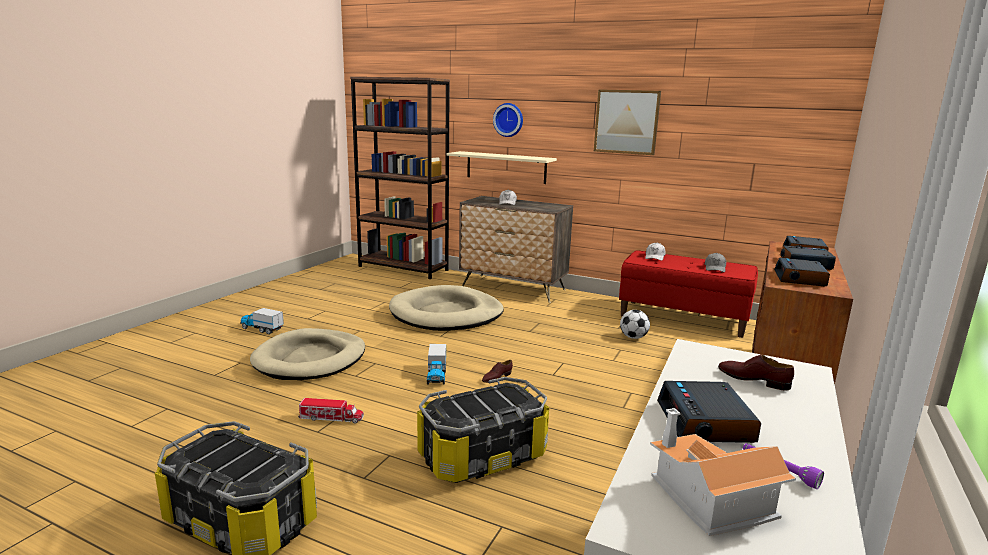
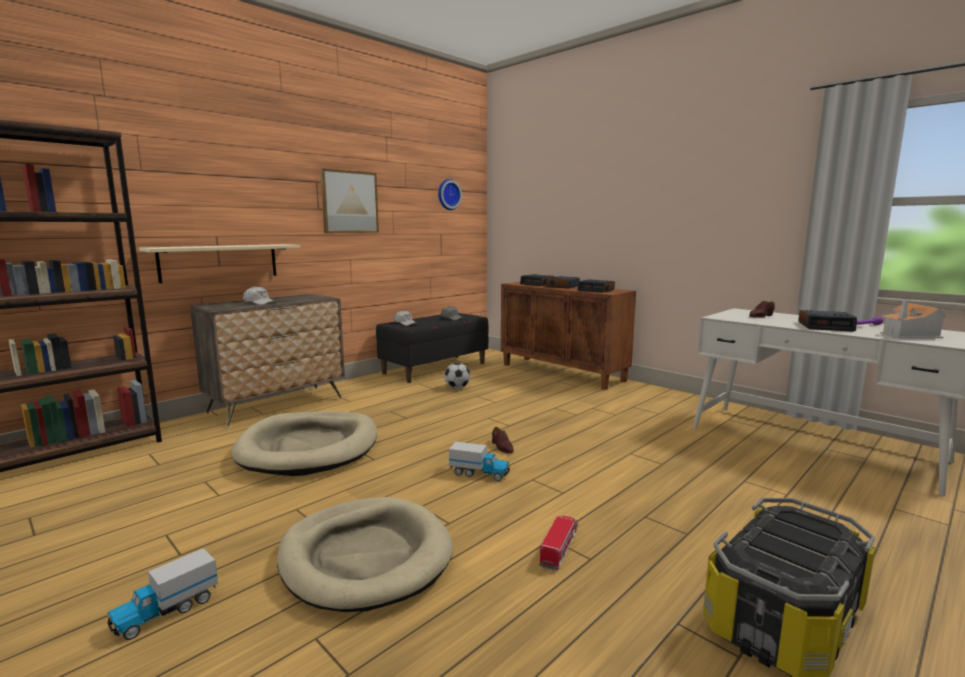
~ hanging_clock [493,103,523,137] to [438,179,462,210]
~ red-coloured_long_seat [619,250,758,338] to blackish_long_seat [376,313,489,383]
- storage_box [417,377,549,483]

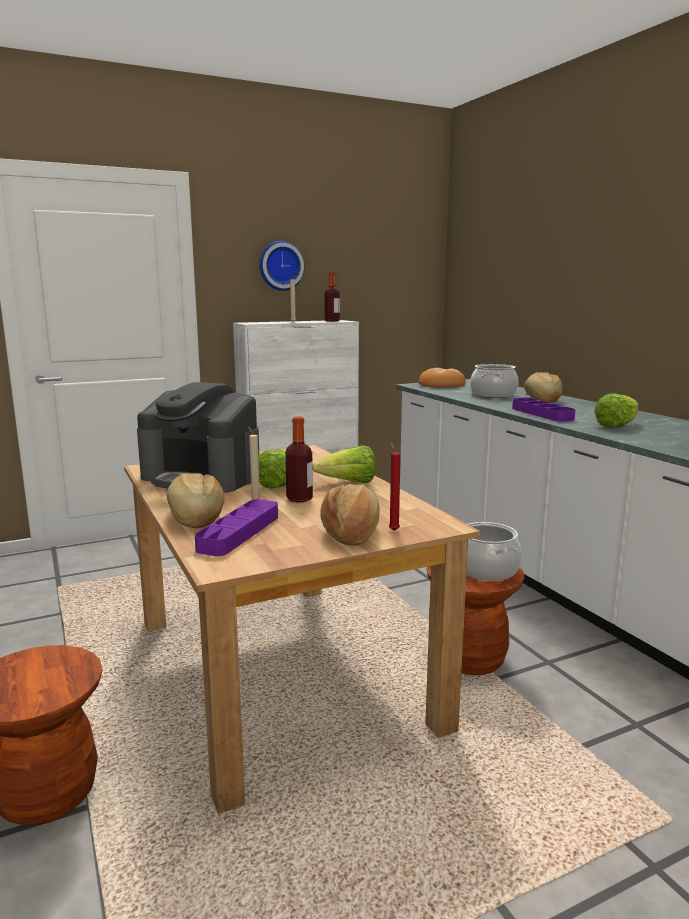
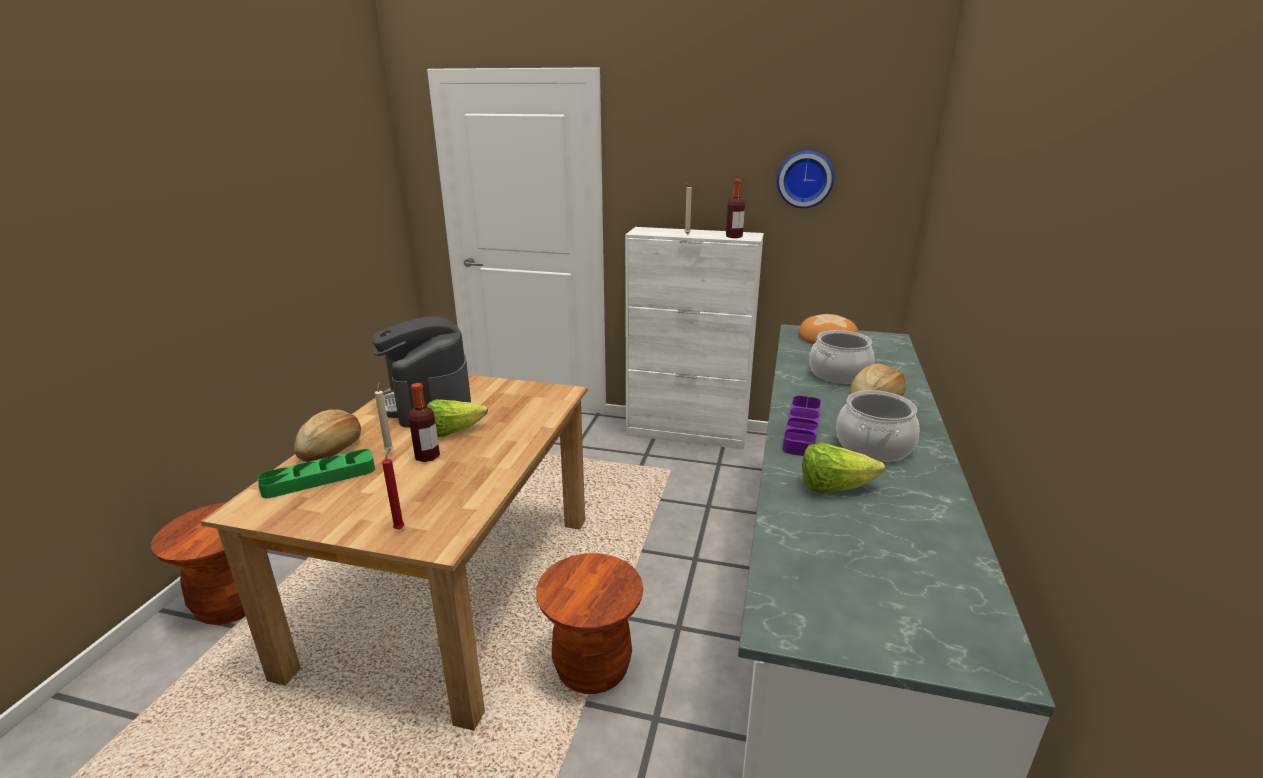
~ hanging_clock [259,241,305,291] to [777,151,834,208]
- head_of_lettuce [313,445,376,483]
- baked_bread [320,484,380,546]
~ purplish_carrying_tray [195,499,278,556] to green_carrying_tray [258,449,375,498]
~ cooking_pot [466,522,522,581] to [836,390,920,462]

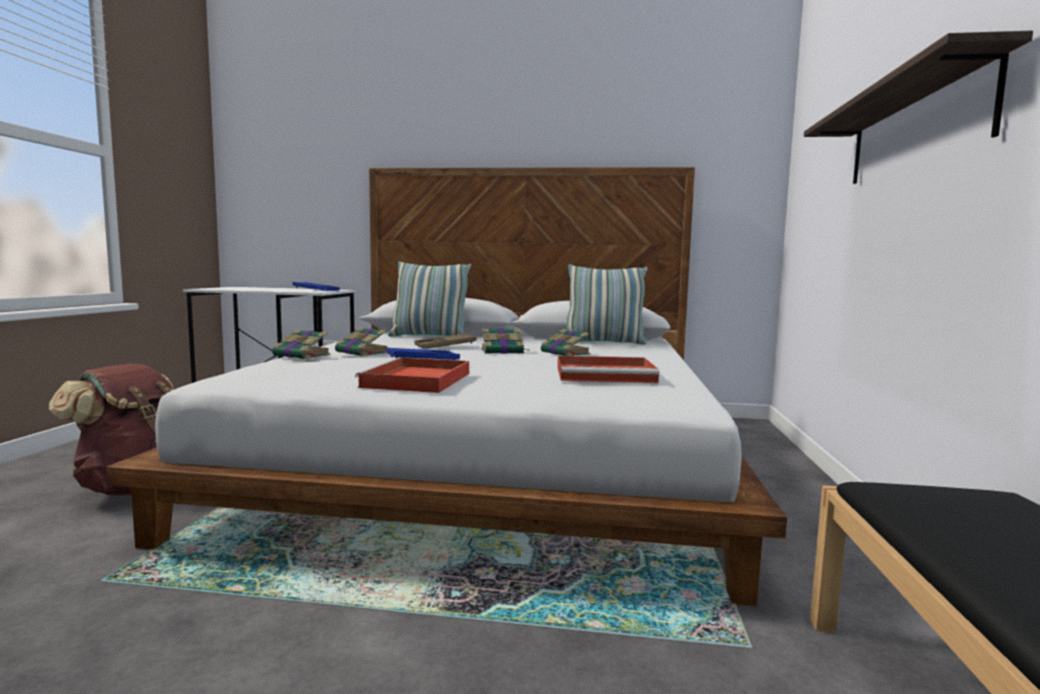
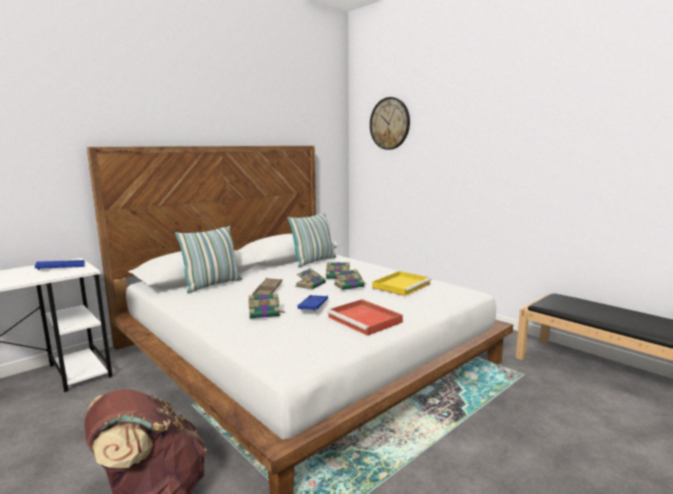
- shelf [804,31,1033,184]
~ book [272,329,330,359] to [334,269,365,290]
~ red-coloured_carrying_tray [557,355,660,383] to yellow-coloured_carrying_tray [372,271,432,296]
+ hanging_clock [370,97,410,150]

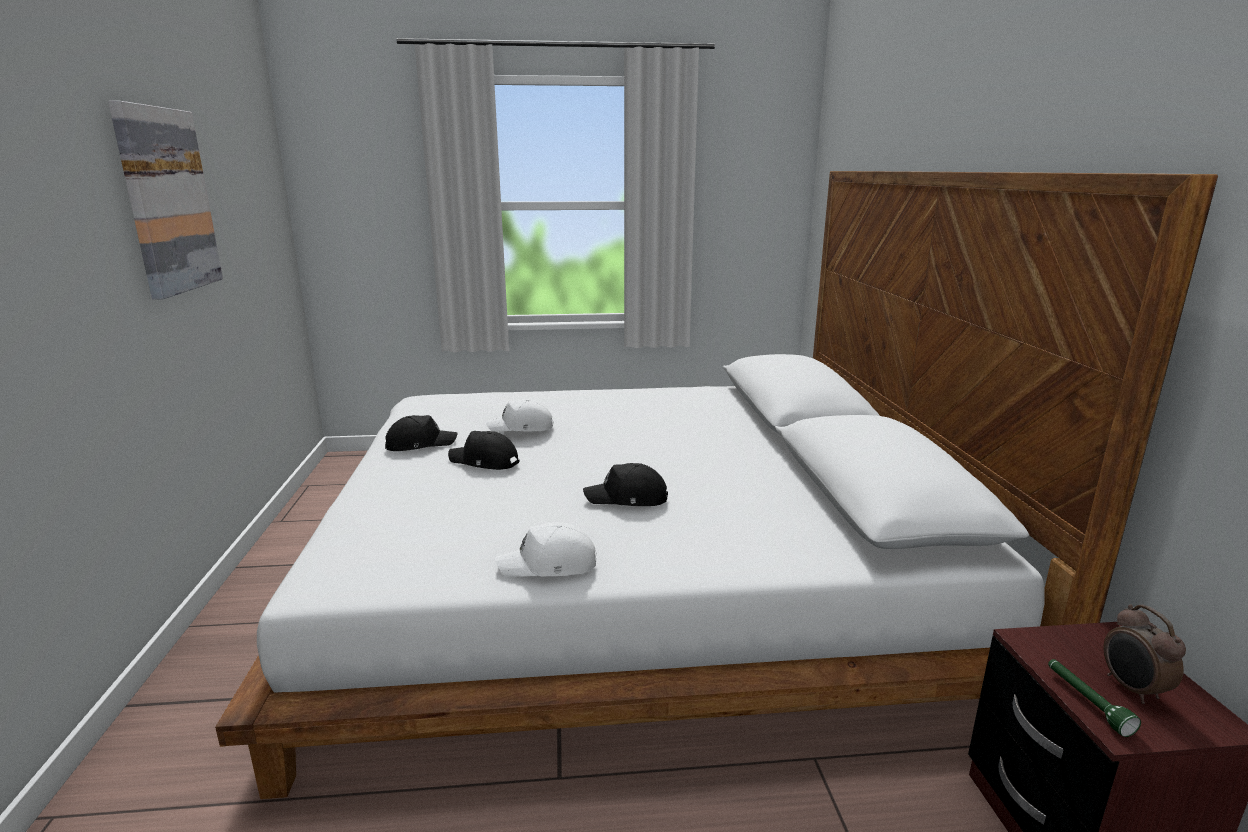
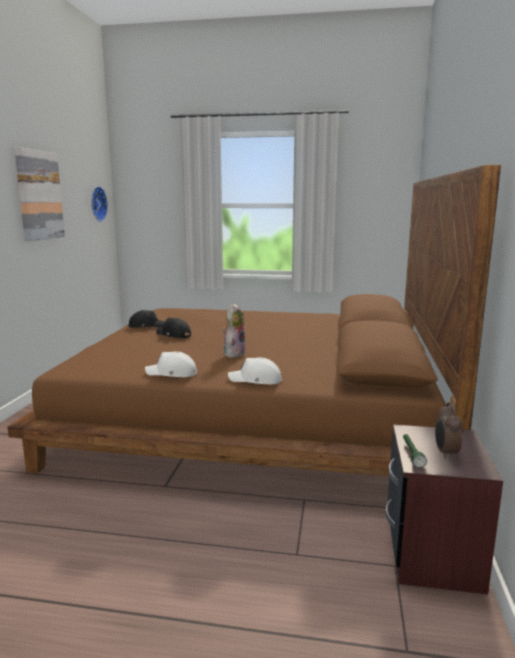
~ white_bed [215,171,1218,799] to brown-coloured_bed [7,165,501,476]
~ white_peaked_cap [486,399,554,432] to [228,357,282,384]
~ blackish_peaked_cap [583,463,668,506] to cuddly_toy [223,303,246,358]
+ hanging_clock [91,186,108,222]

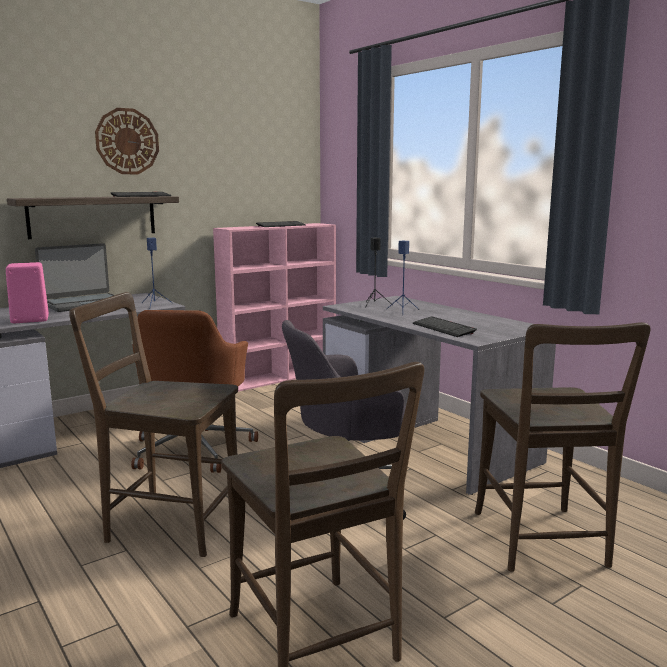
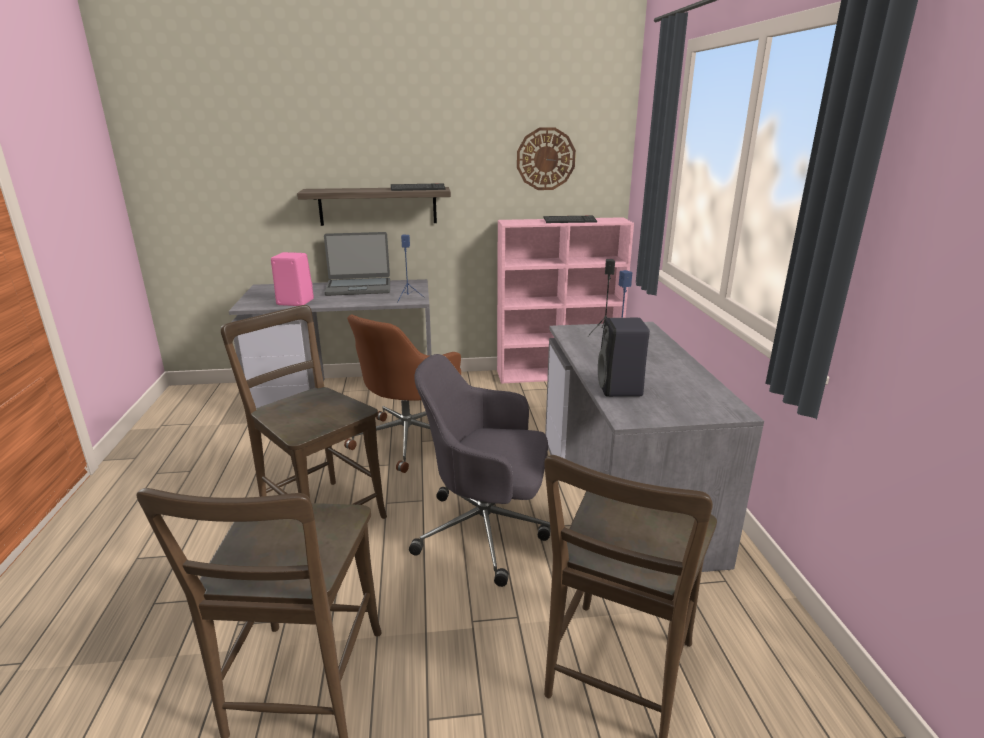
~ hanging_clock [95,108,159,174] to [517,127,576,190]
~ PC_keyboard [413,316,477,337] to blackish_audio_speaker [598,318,650,397]

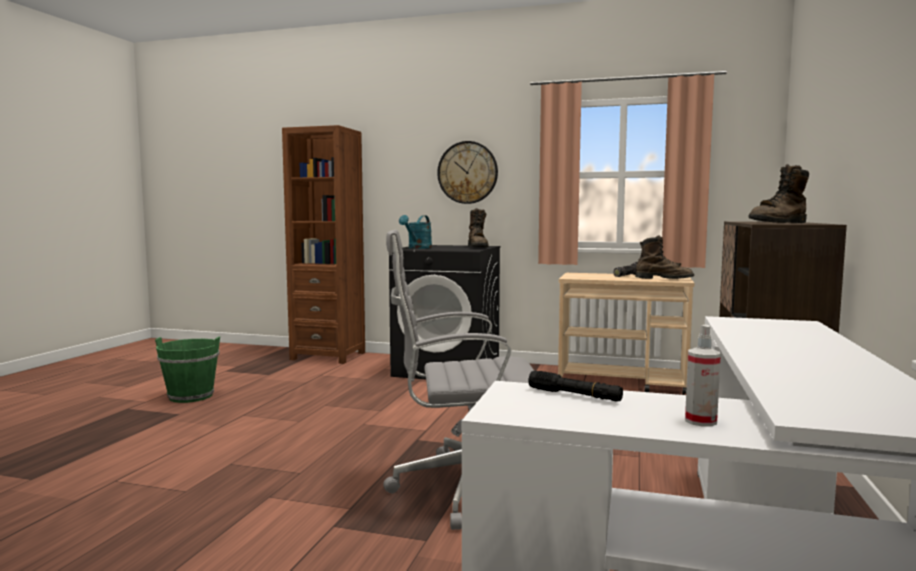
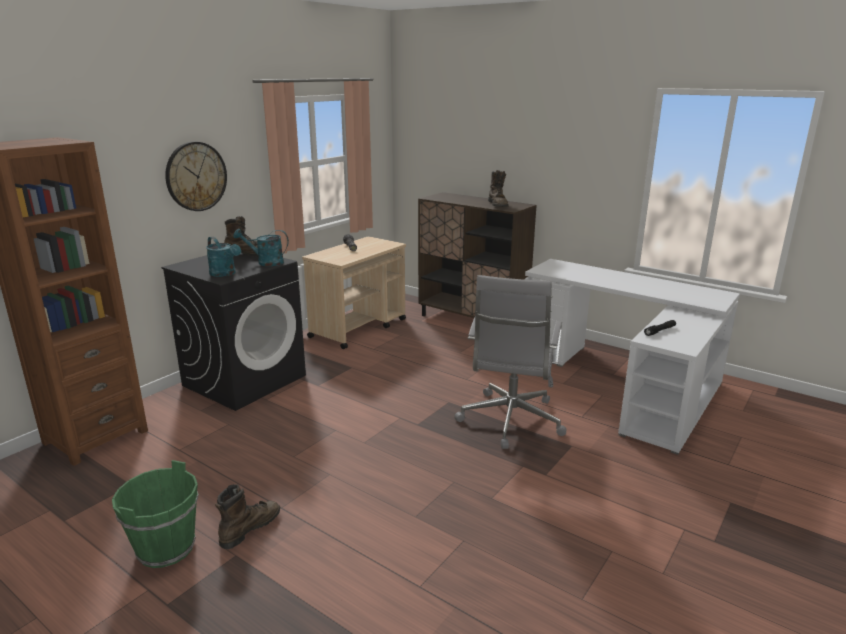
~ brown-coloured_high-top_boot [635,235,694,279] to [215,484,280,549]
- spray_bottle [685,325,721,426]
+ blue-green_watering_can [233,229,289,266]

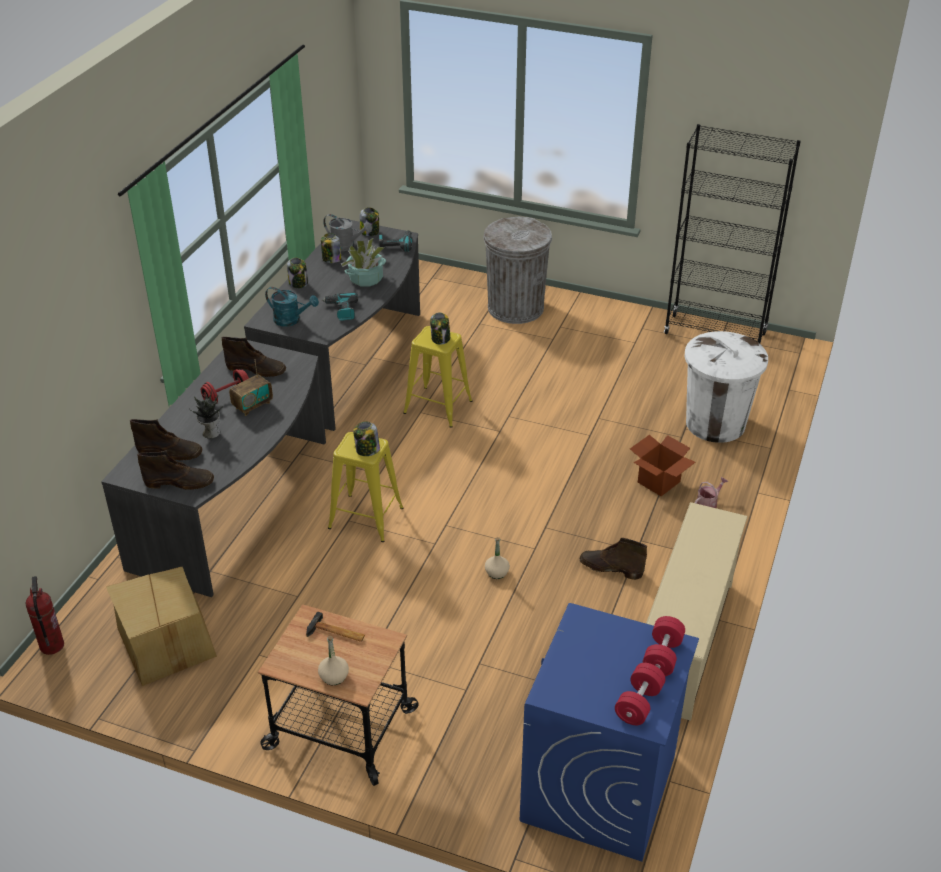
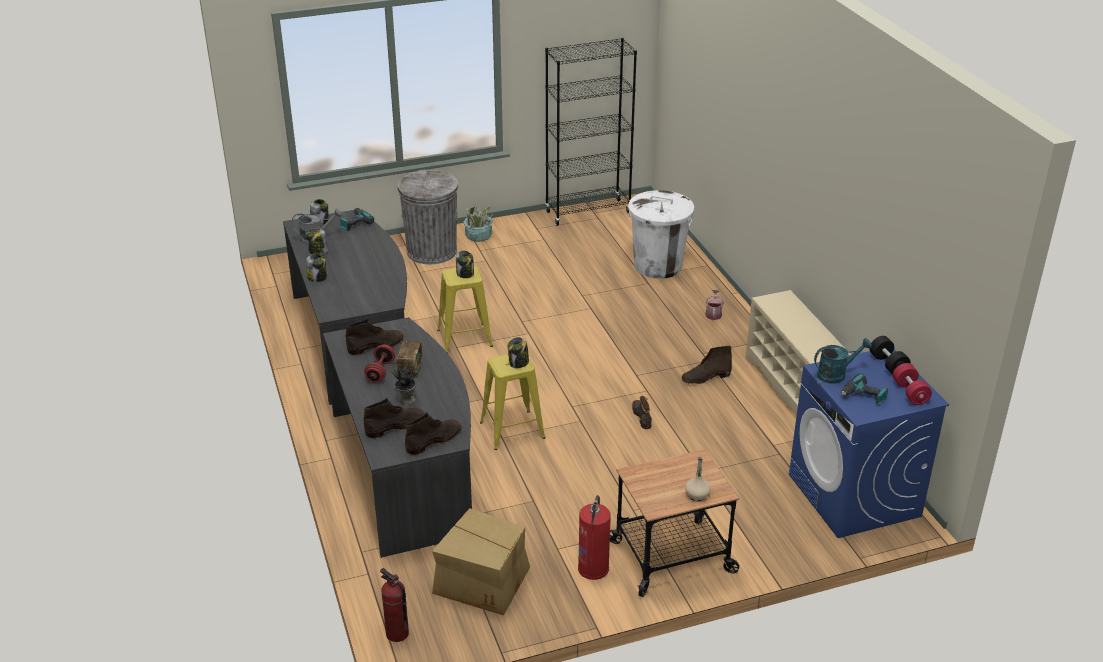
~ potted_plant [341,238,386,287] to [463,204,495,242]
~ blue-green_watering_can [265,287,319,327] to [814,338,872,384]
~ drill [321,292,358,321] to [841,374,888,406]
- cardboard_box [630,435,696,496]
~ sand-coloured_beverage_bottle [485,537,510,579] to high-top_boot [632,396,652,429]
- tool_hammer [306,611,365,642]
~ red-coloured_hand_weight [643,616,685,676] to blackish_hand_weight [869,336,910,374]
+ extinguisher [578,495,611,580]

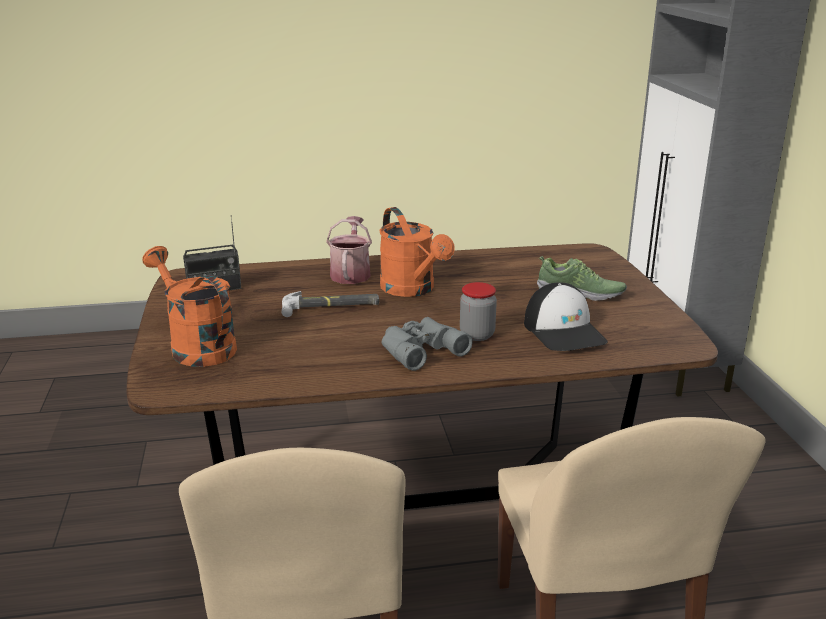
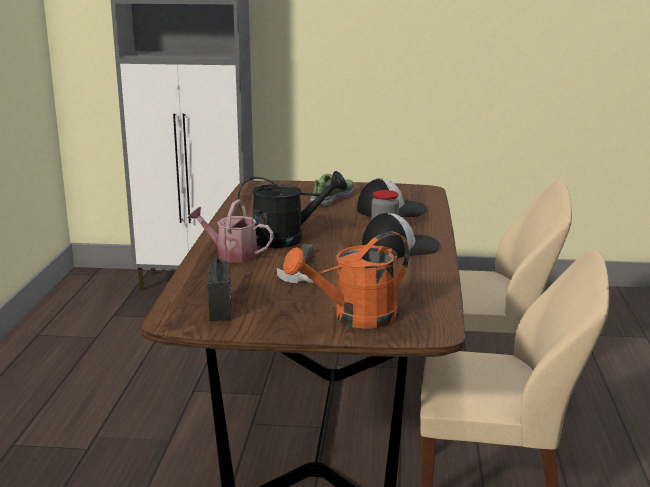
~ orangey_watering_can [379,207,455,297] to blackish_watering_can [238,171,347,248]
~ greyish_pair_of_binoculars [381,317,473,371] to peaked_cap [362,213,440,258]

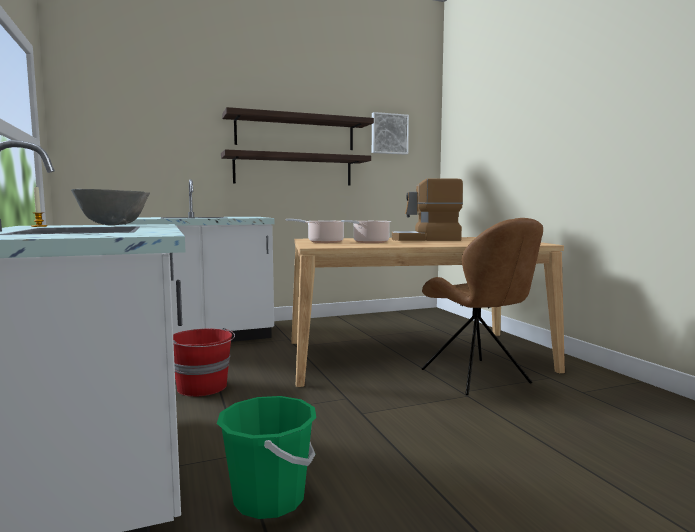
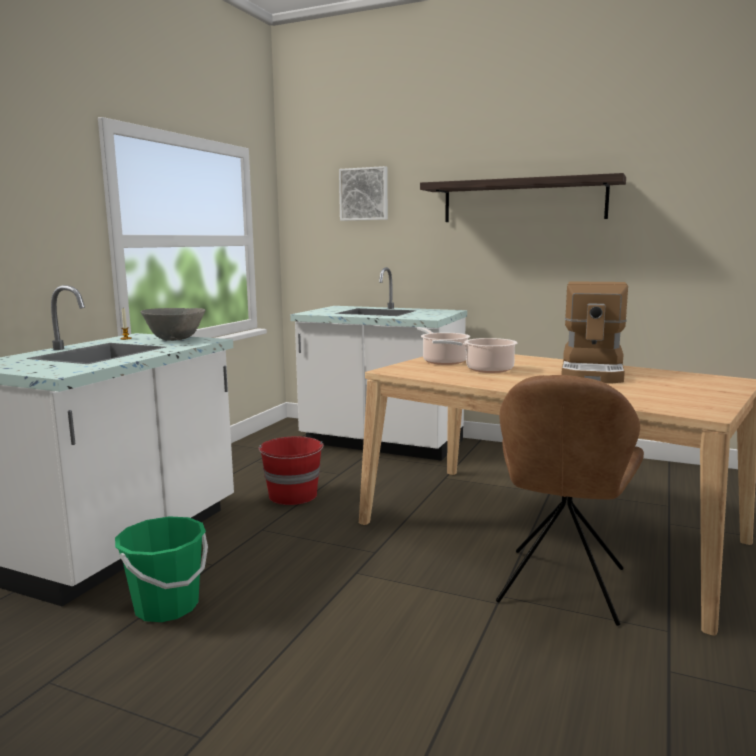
~ picture [372,112,409,155] to [339,166,388,221]
- shelf [221,149,371,186]
~ coffee_maker [392,178,463,241] = [561,281,628,384] 120 degrees counterclockwise

